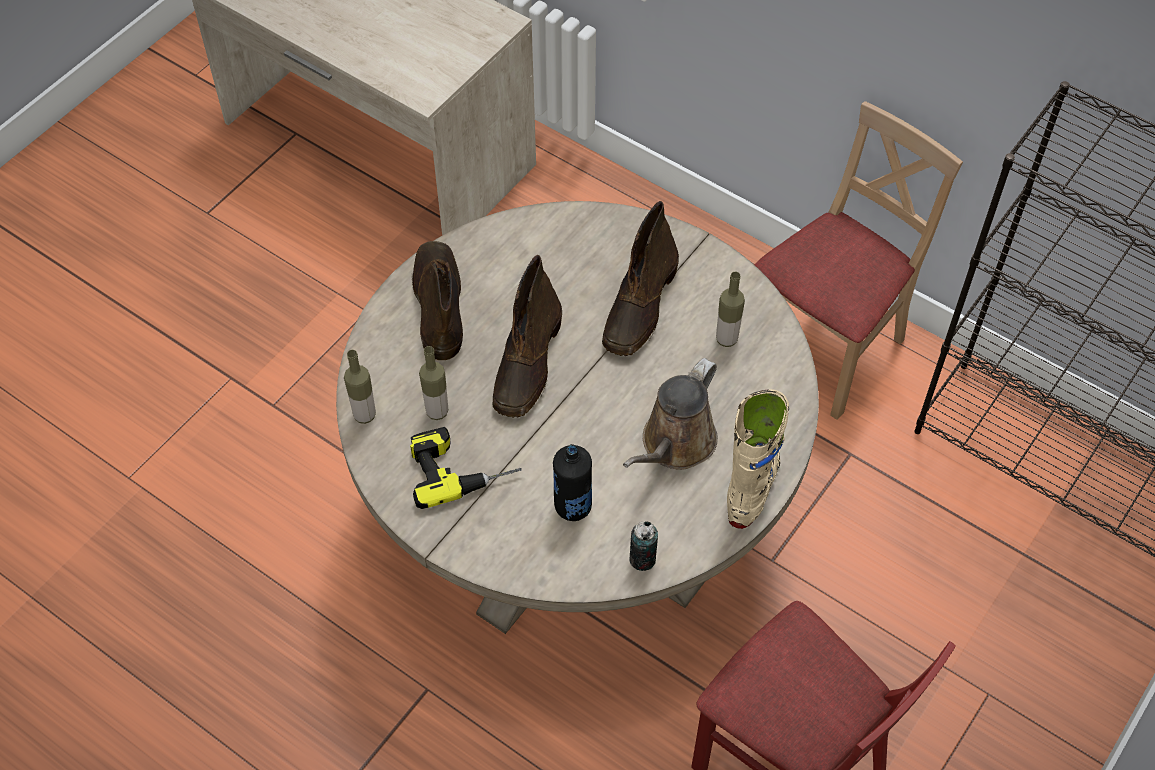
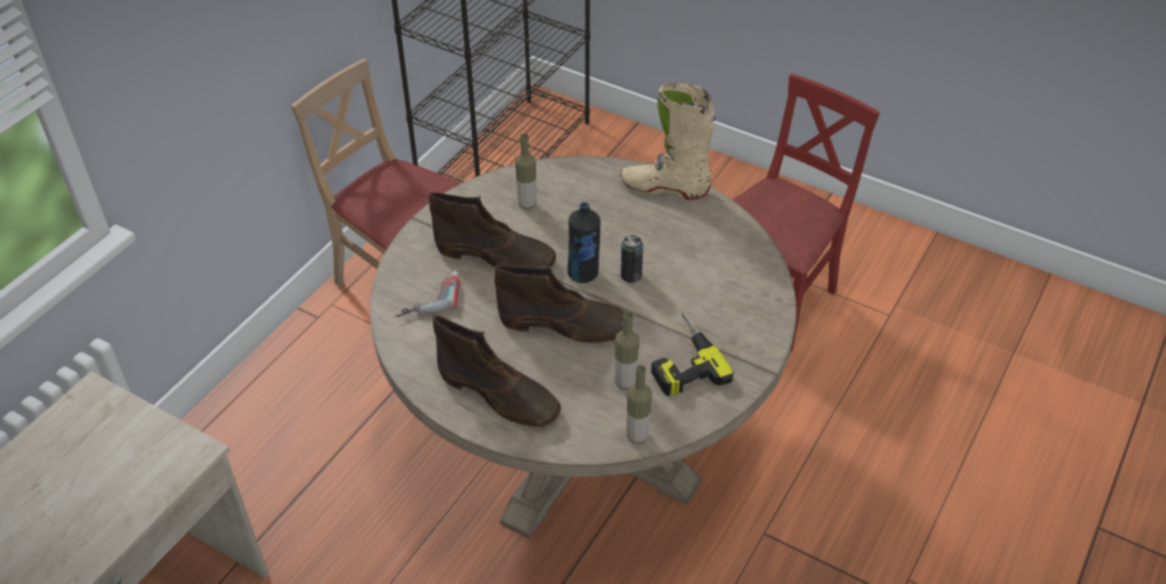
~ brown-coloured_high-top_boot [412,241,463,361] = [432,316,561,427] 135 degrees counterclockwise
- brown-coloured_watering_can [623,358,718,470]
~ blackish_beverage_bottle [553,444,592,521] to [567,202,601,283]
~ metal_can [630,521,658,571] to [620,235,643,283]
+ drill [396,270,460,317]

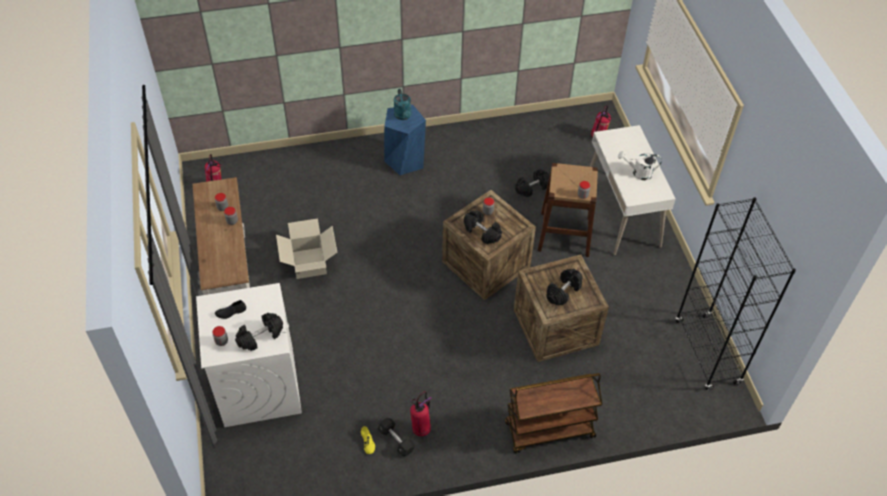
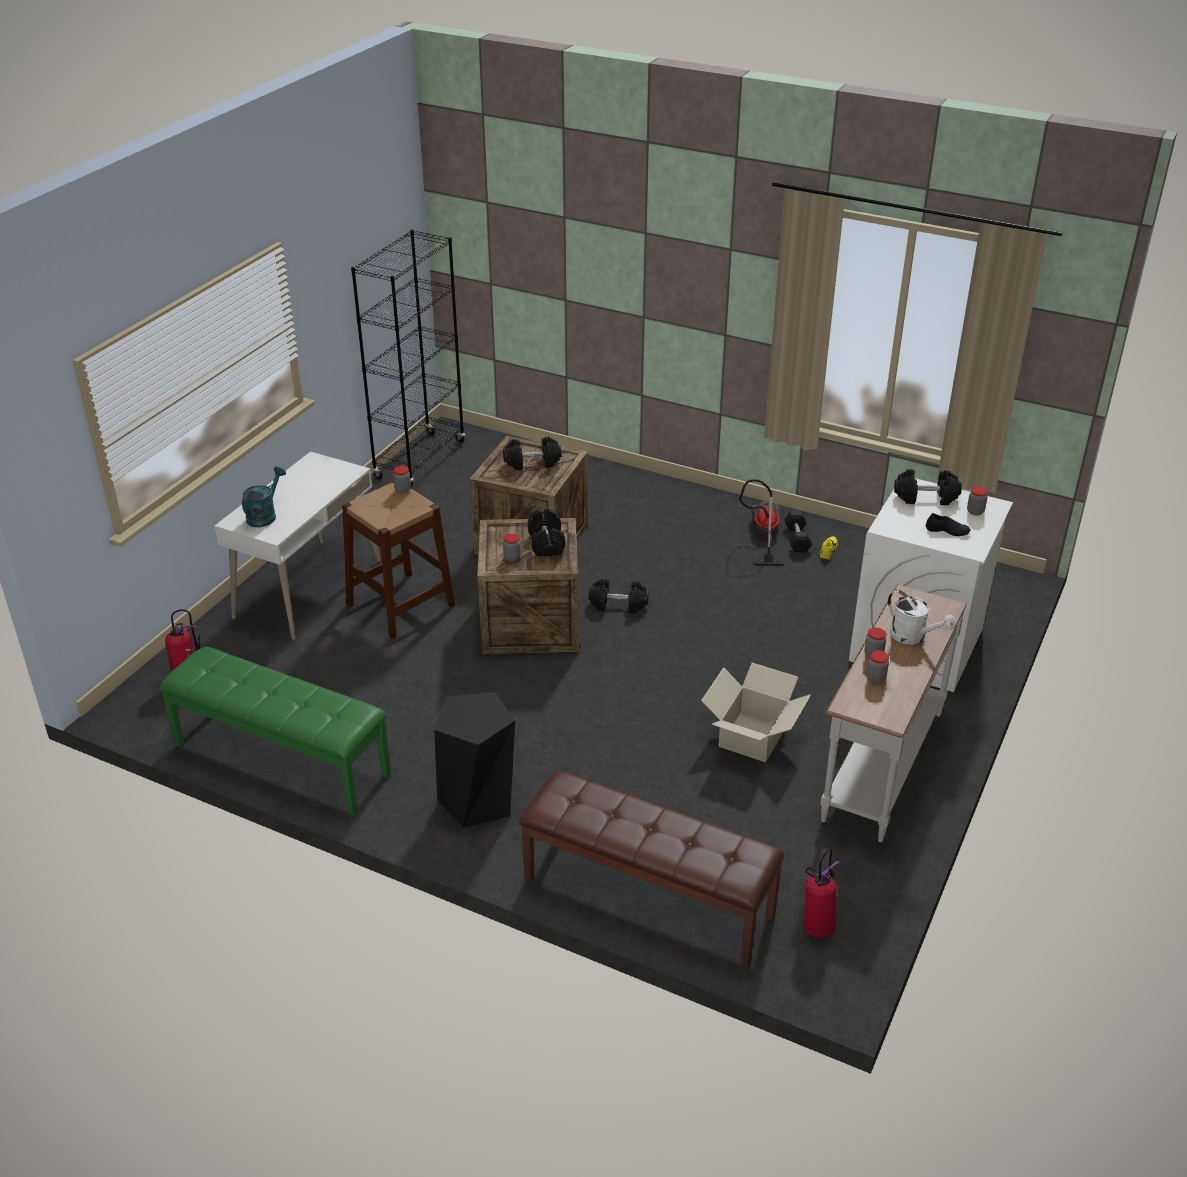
~ blue-green_watering_can [394,89,412,120] to [242,467,286,527]
~ bluish_stool [384,105,426,175] to blackish_stool [434,692,515,828]
~ white_watering_can [618,151,662,180] to [888,590,956,644]
~ blackish_hand_weight [515,169,550,197] to [588,579,649,613]
- brown-coloured_trolley [505,373,602,453]
~ extinguisher [410,391,432,436] to hoover [739,479,784,566]
+ green_long_seat [158,647,391,815]
+ brown-coloured_long_seat [519,771,784,968]

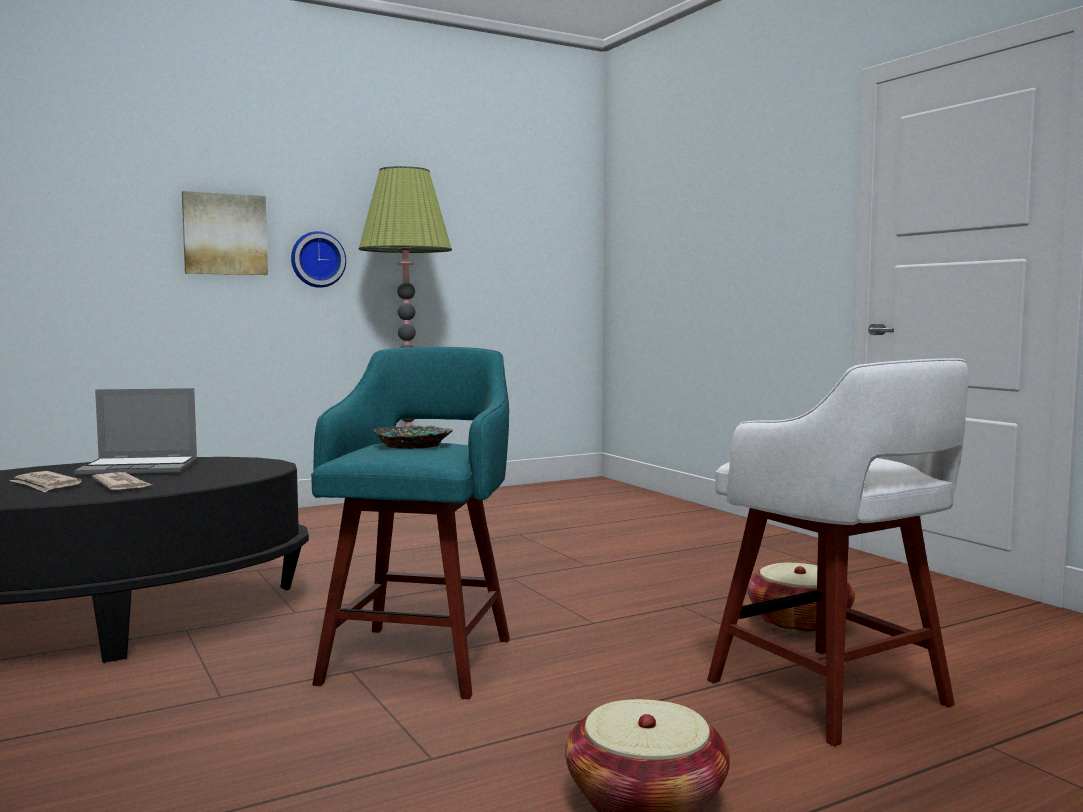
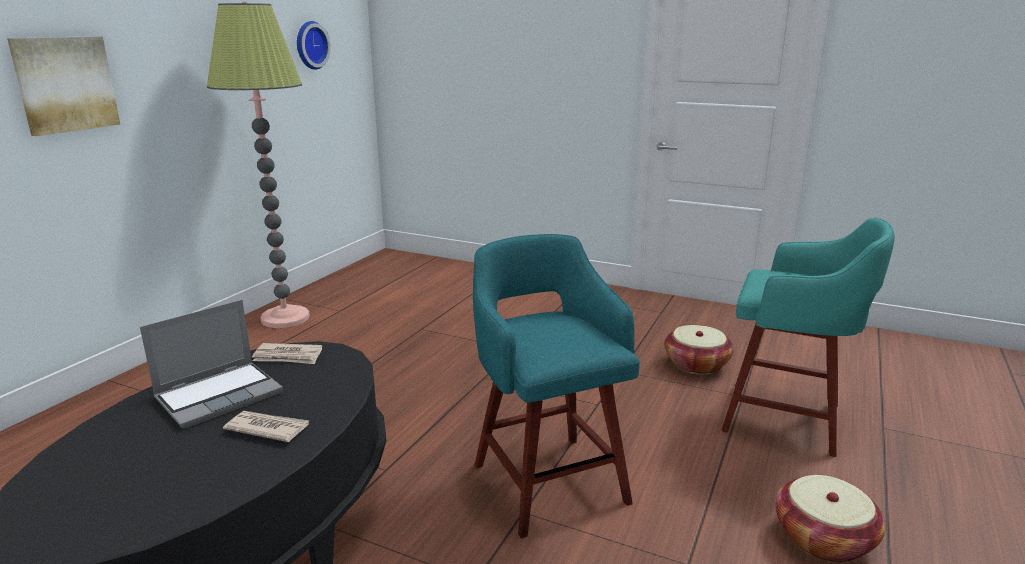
~ hanging_clock [291,231,346,288] to [297,21,331,70]
~ white_stool [707,358,969,746] to blue-green_stool [721,218,895,457]
- serving_bowl [373,425,452,449]
~ printed_paper [10,471,82,492] to [252,343,322,364]

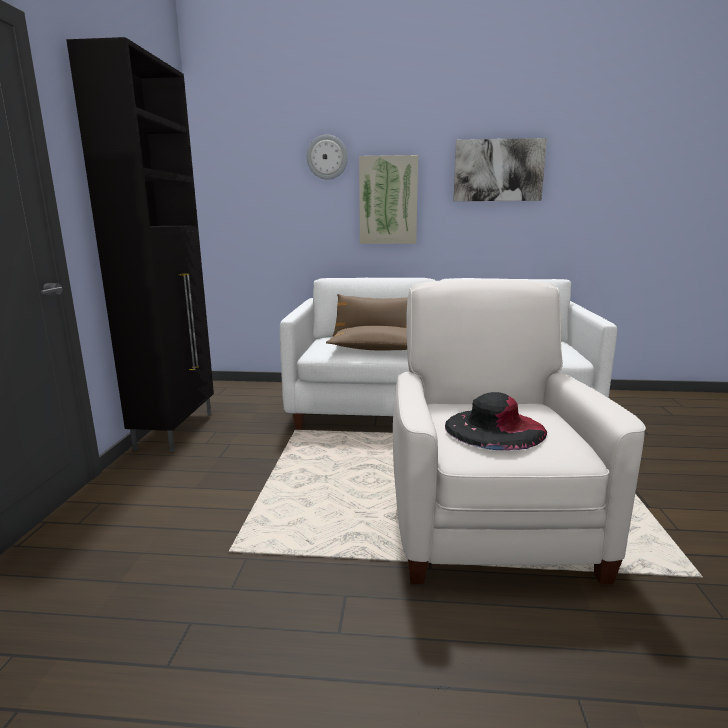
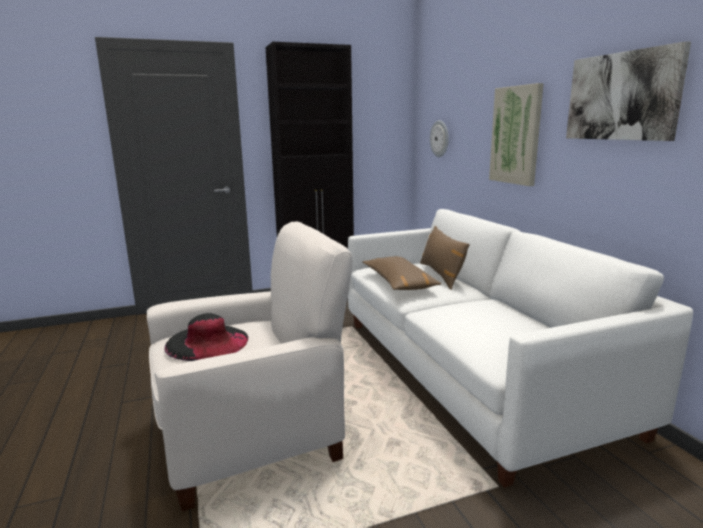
~ hanging_clock [307,135,348,180] to [430,120,449,157]

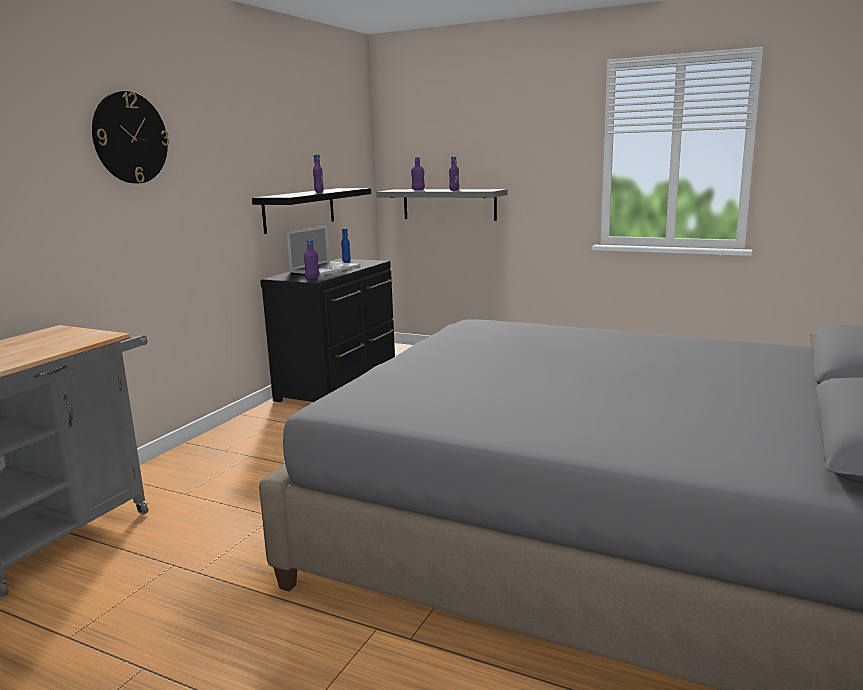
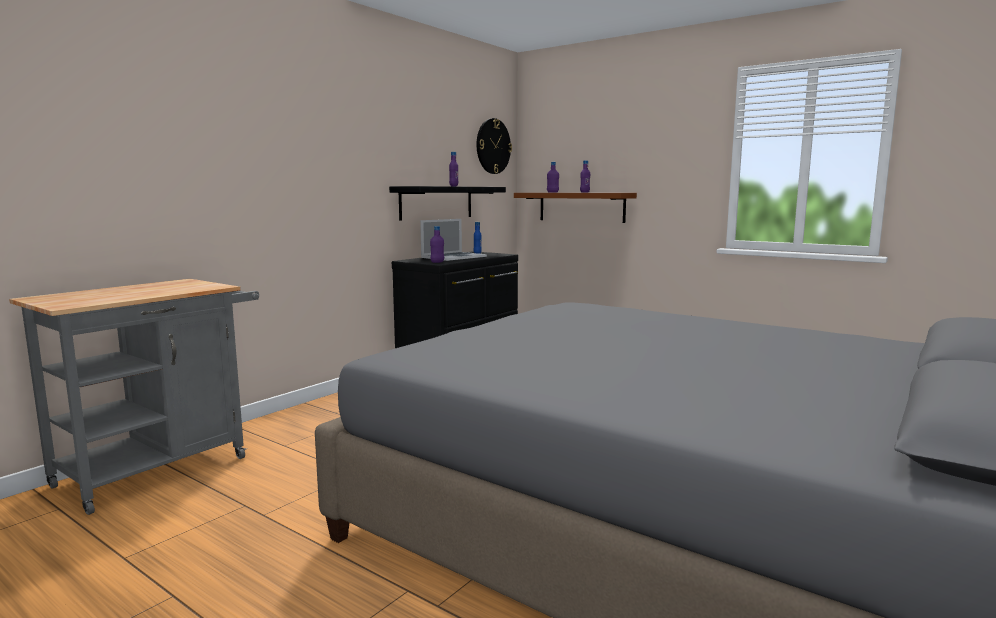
~ hanging_clock [92,91,169,183] to [477,118,512,174]
~ greyish_shelf [376,189,508,221] to brown-coloured_shelf [514,193,637,223]

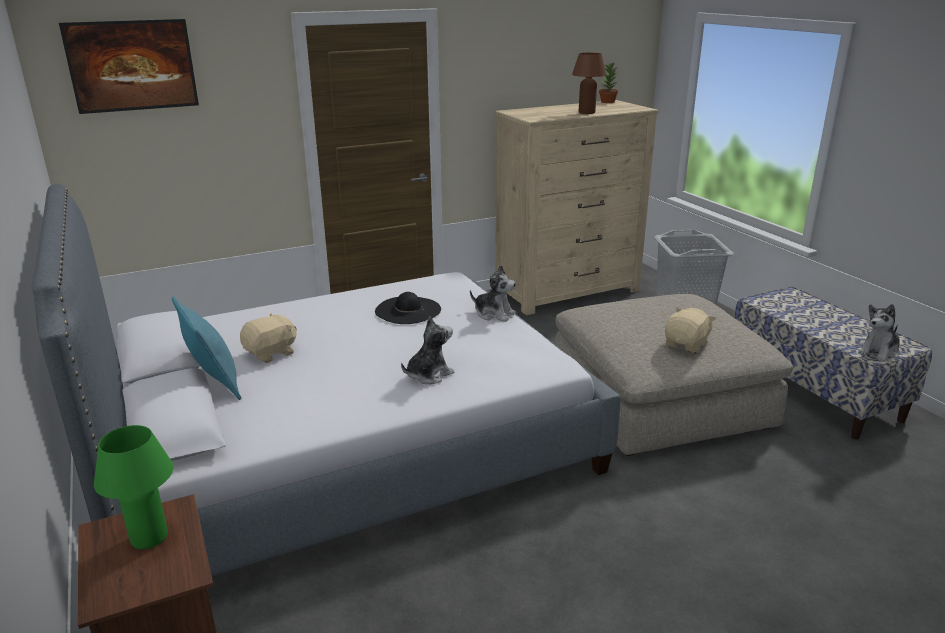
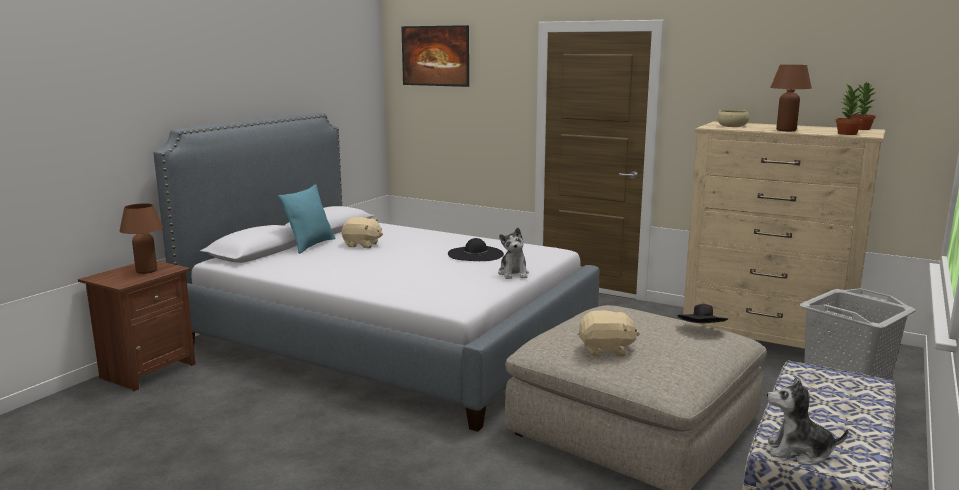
- cuddly_toy [401,316,454,384]
~ green_lamp_for_a_table [94,425,174,549] to brown-coloured_lamp_for_a_table [120,203,163,274]
+ potted_plant [836,83,863,135]
+ sand-coloured_serving_bowl [717,110,749,127]
+ blackish_clothing_hat [678,304,728,323]

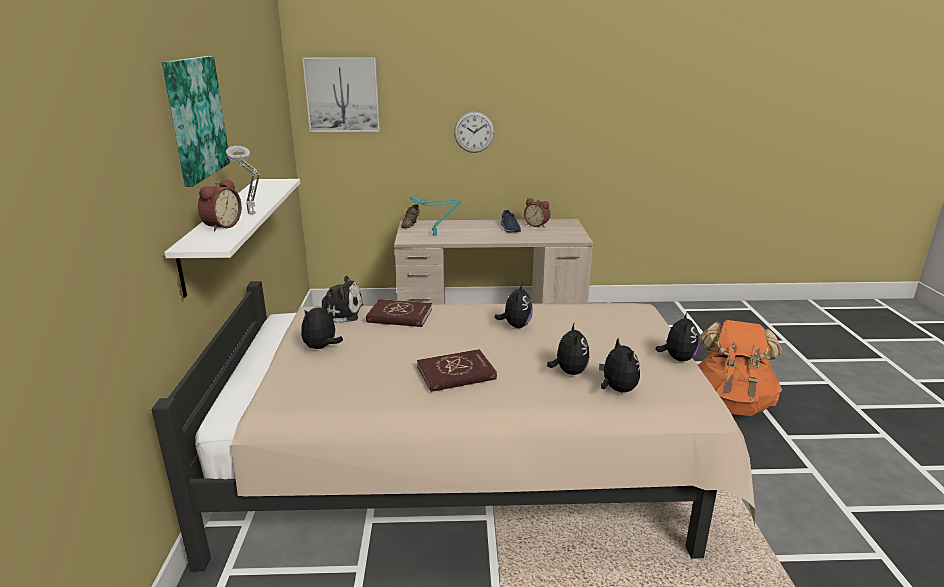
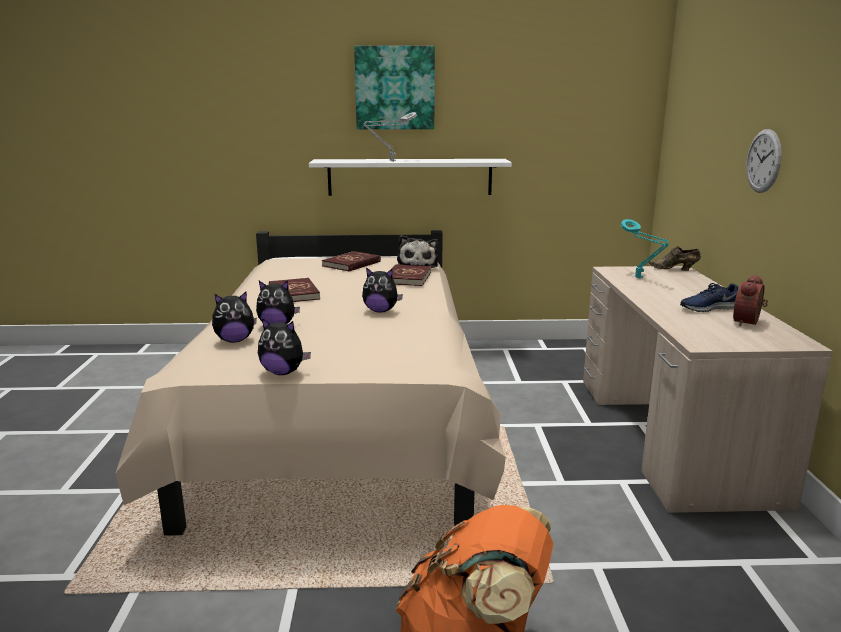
- picture [302,57,380,132]
- bedside_clock [198,179,242,232]
~ cuddly_toy [301,302,343,349] to red-coloured_book [322,251,381,271]

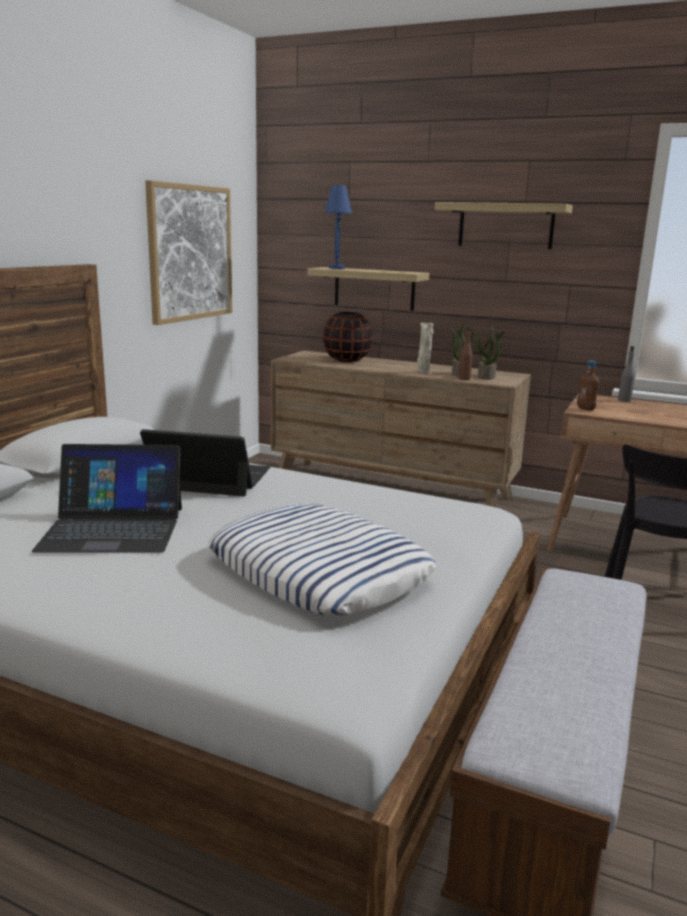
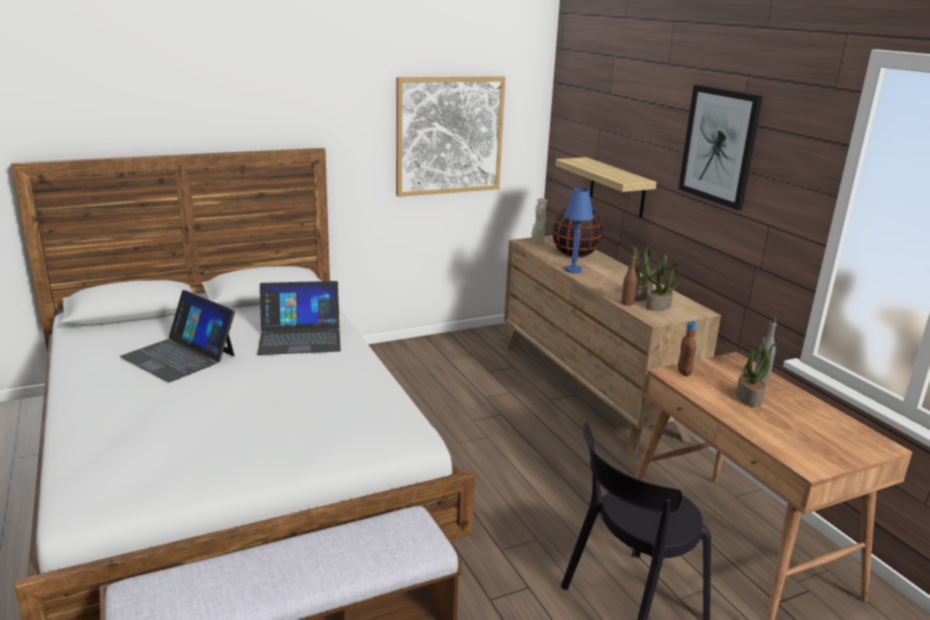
~ bluish_lamp_for_a_table [324,185,352,269] to [564,188,594,273]
~ shelf [435,202,573,249] to picture [678,85,763,210]
~ sand-coloured_flower_vase [417,323,434,373] to [531,198,547,243]
~ notebook_computer [140,429,270,496] = [257,281,341,355] 120 degrees clockwise
- pillow [208,504,436,616]
+ potted_plant [736,336,780,407]

